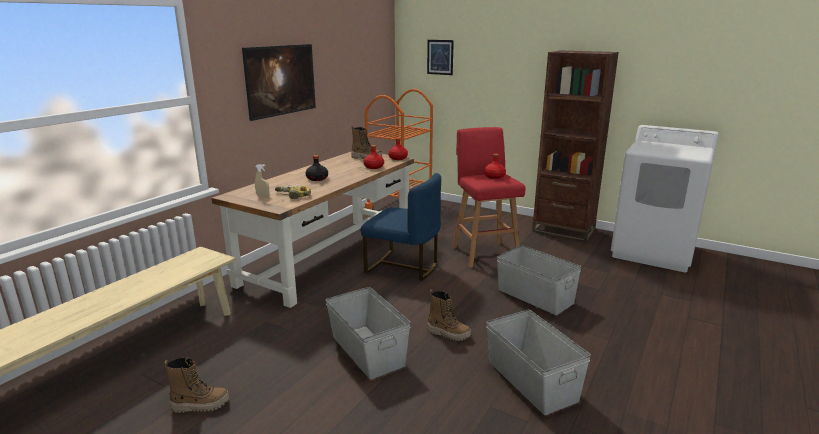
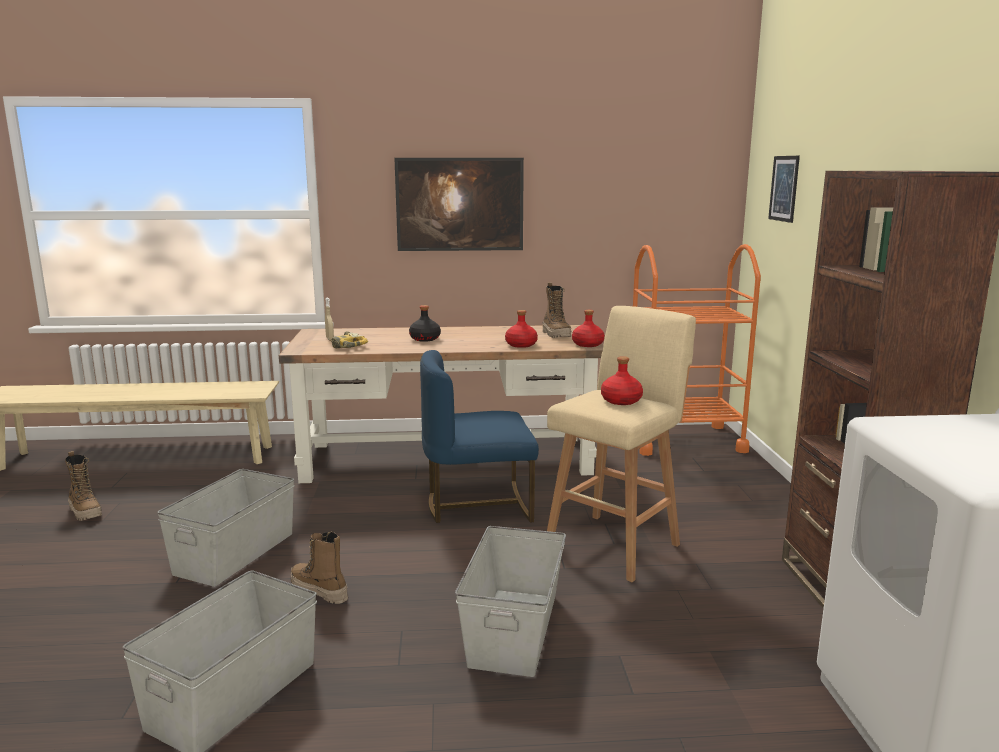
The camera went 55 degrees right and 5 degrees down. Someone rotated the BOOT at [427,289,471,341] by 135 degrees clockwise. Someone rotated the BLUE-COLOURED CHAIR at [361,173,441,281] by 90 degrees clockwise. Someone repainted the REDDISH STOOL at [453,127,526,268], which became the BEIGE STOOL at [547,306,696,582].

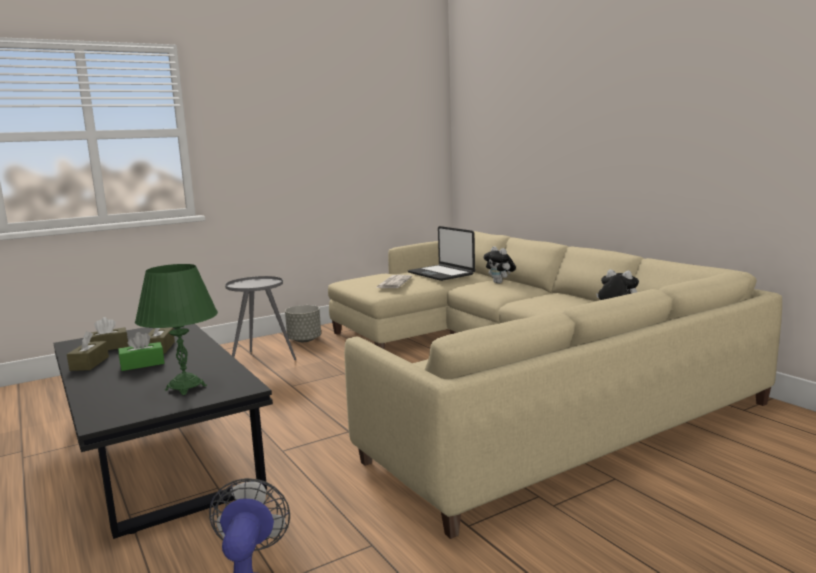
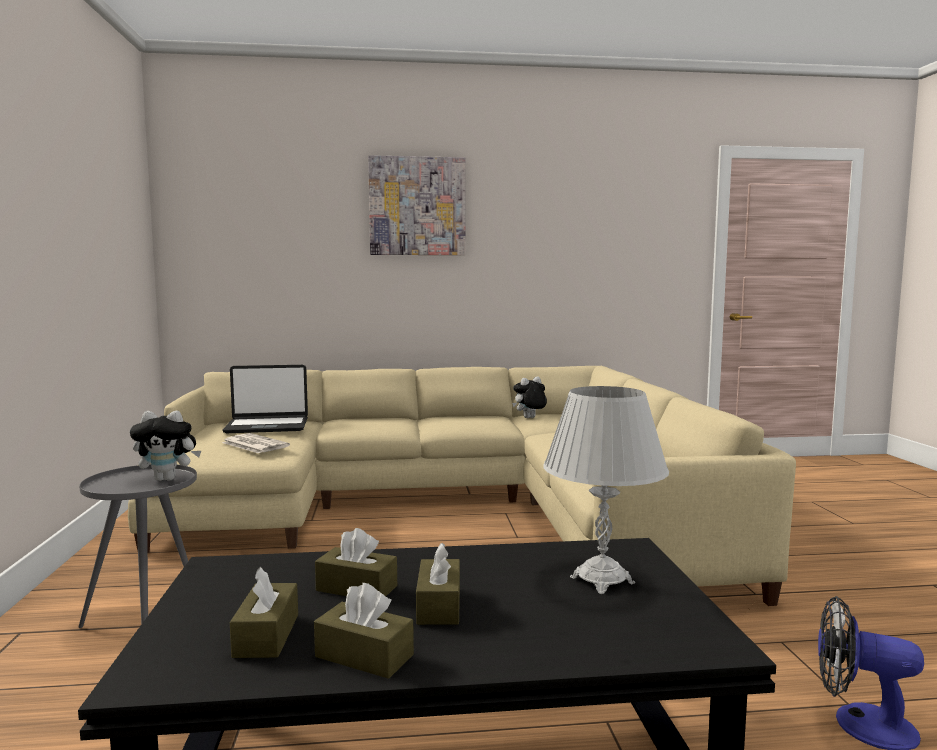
The camera went 65 degrees left and 5 degrees down. Someone carried the SOFT TOY from [484,246,516,284] to [130,411,201,481]. Someone put up the PICTURE at [368,155,466,255]. Someone repainted the GREENISH TISSUE BOX at [118,332,165,371], which became the BROWN-COLOURED TISSUE BOX at [416,543,460,625]. Someone repainted the GREENISH LAMP FOR A TABLE at [135,264,218,395], which became the WHITE-COLOURED LAMP FOR A TABLE at [543,386,669,594]. Someone took away the GREY FLOWER POT at [285,305,321,342].

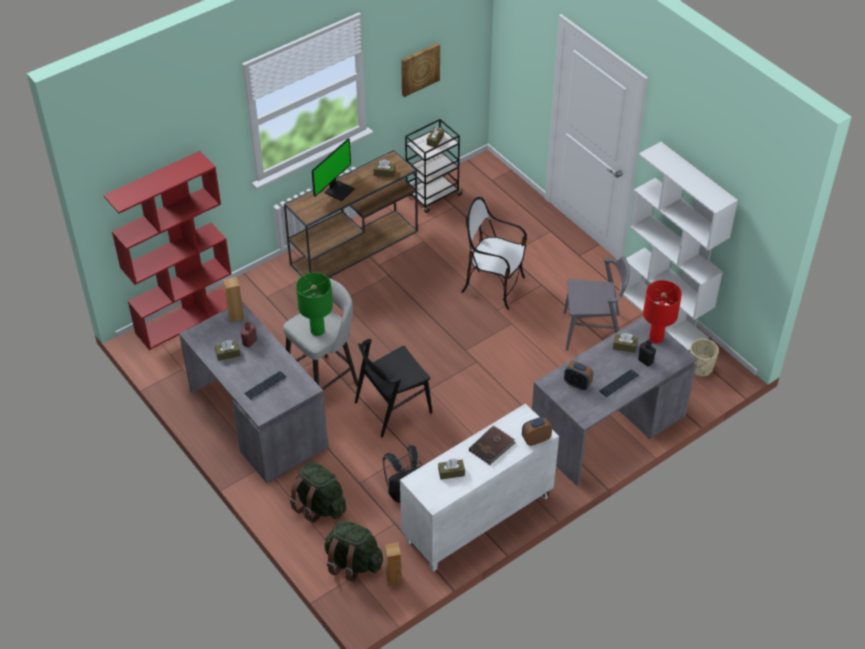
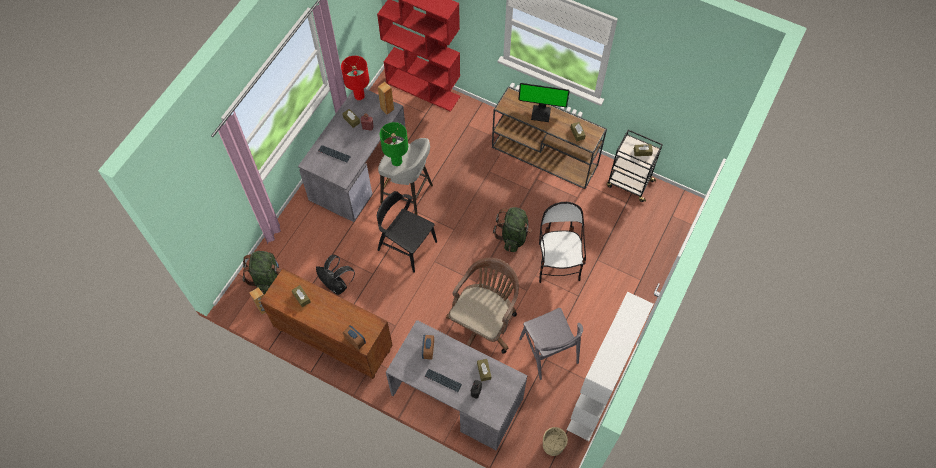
The camera went 65 degrees right and 15 degrees up. Someone repainted the WHITE-COLOURED CUPBOARD at [400,403,559,572], which became the BROWN-COLOURED CUPBOARD at [260,268,393,379]. Someone carried the REDDISH LAMP FOR A TABLE from [643,280,682,343] to [341,56,369,100]. Someone put down the BROWN-COLOURED COMPUTER CHAIR at [446,258,519,354]. Someone carried the GREENISH KNAPSACK from [289,462,346,523] to [493,207,532,252]. Someone took away the PICTURE at [401,43,440,97]. Someone took away the BROWN-COLOURED BOUND BOOK at [469,426,516,465].

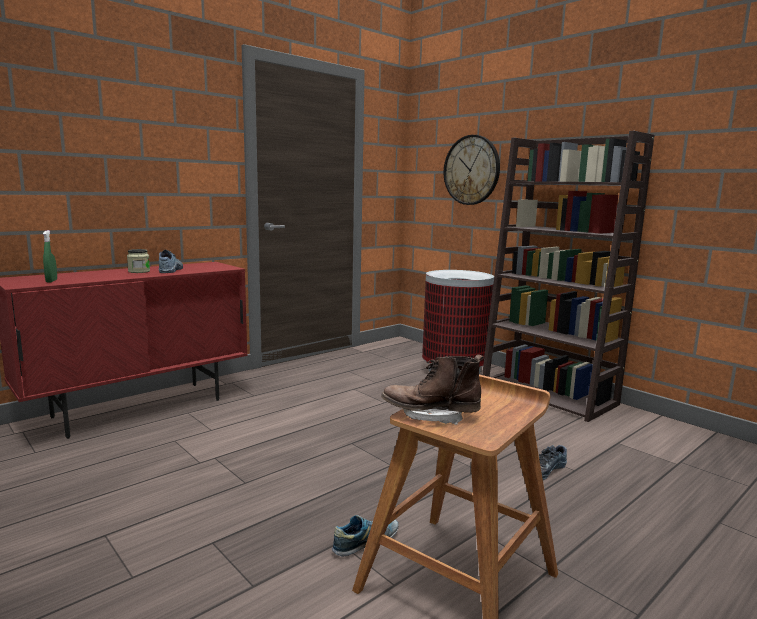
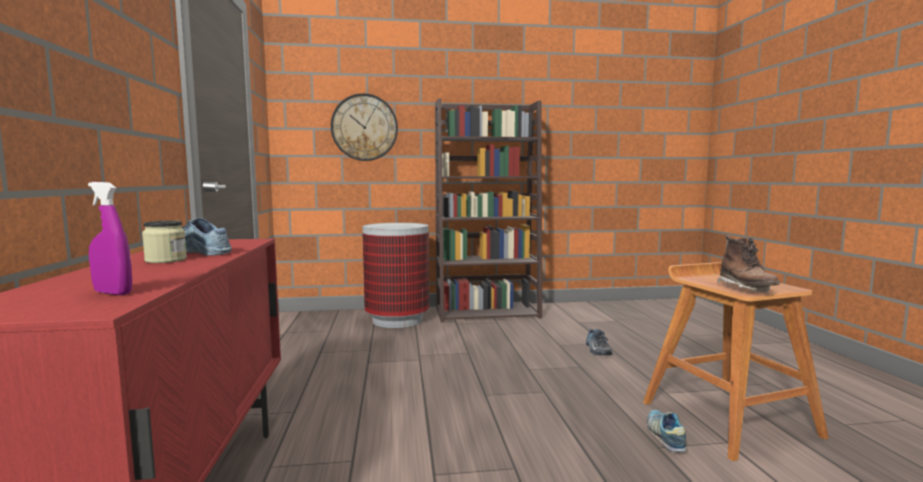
The camera went 55 degrees left and 5 degrees down. Someone repainted the GREENISH HAND SPRAYER at [43,230,57,283], which became the PURPLISH HAND SPRAYER at [88,182,132,295]. Someone rotated the BROWN-COLOURED BOOT at [381,354,484,425] by 45 degrees counterclockwise.

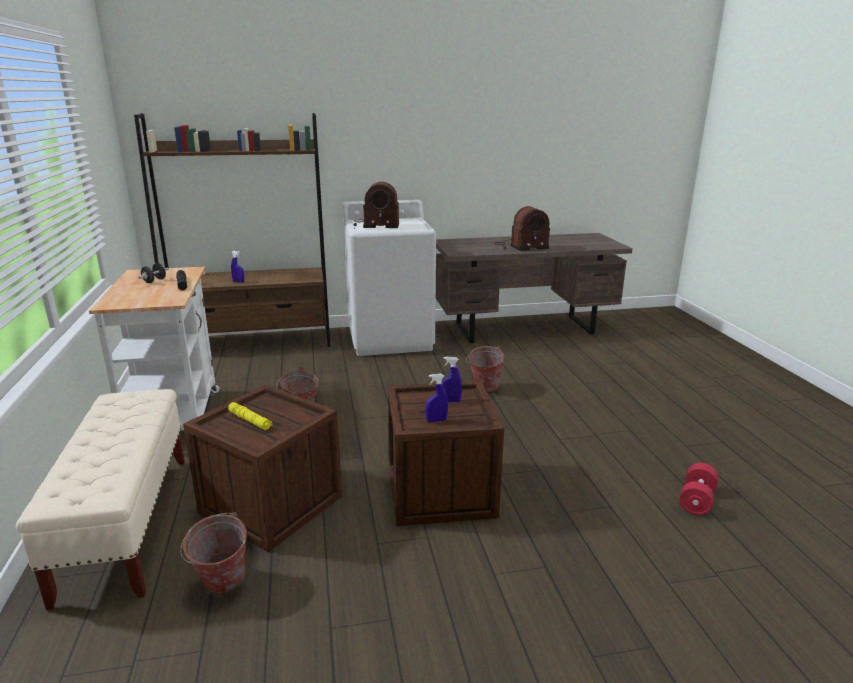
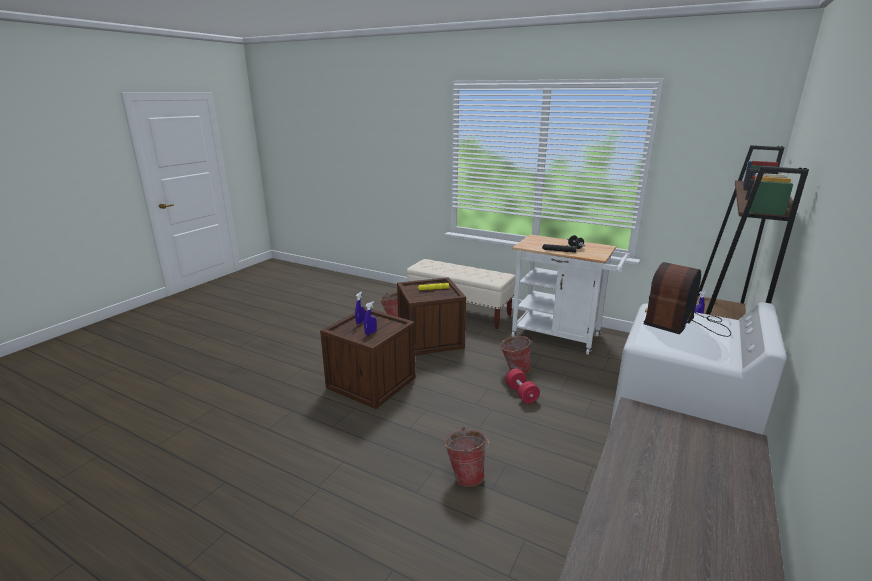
The camera went 130 degrees right and 0 degrees up. Someone carried the REDDISH DUMBBELL from [679,463,719,515] to [505,369,540,404]. Someone took away the RADIO at [496,206,550,251].

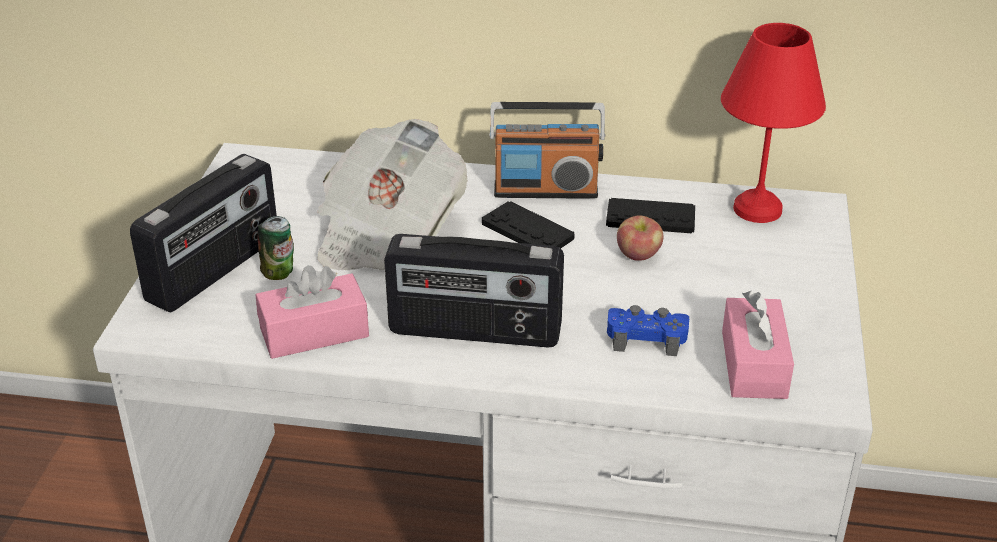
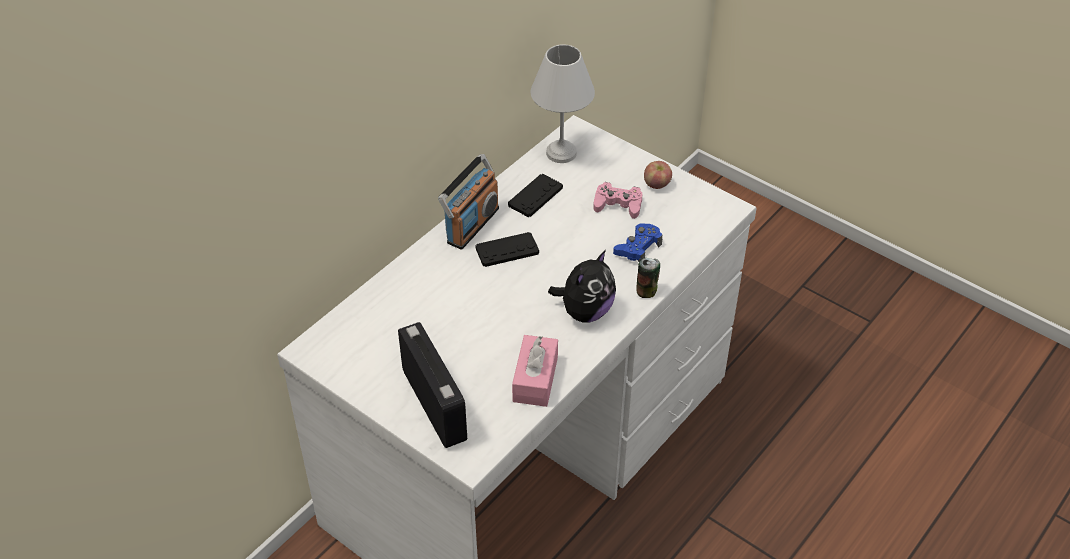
The camera went 60 degrees left and 10 degrees up. Someone repainted the REDDISH LAMP FOR A TABLE at [721,23,826,223], which became the WHITE-COLOURED LAMP FOR A TABLE at [530,44,595,163]. Someone swapped the RADIO at [384,234,564,347] for the SOFT TOY at [548,250,616,322]. Someone put down the PINKISH JOYPAD at [593,182,642,219]. Someone carried the METAL CAN from [258,216,294,280] to [636,258,660,298]. Someone carried the APPLE FRUIT from [617,215,663,261] to [644,161,672,189]. Someone took away the DAILY PAPER at [317,119,468,270]. Someone took away the PINKISH TISSUE BOX at [722,291,794,399].

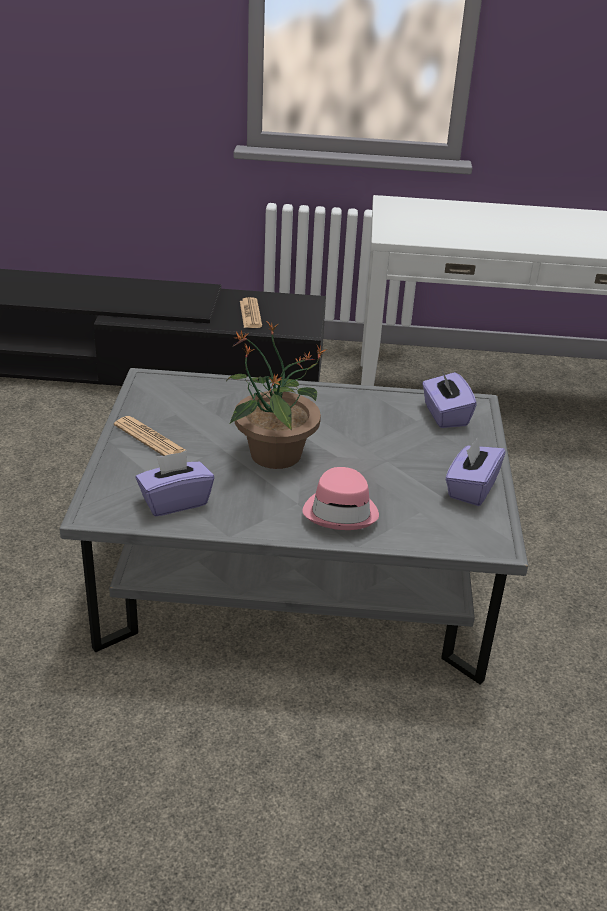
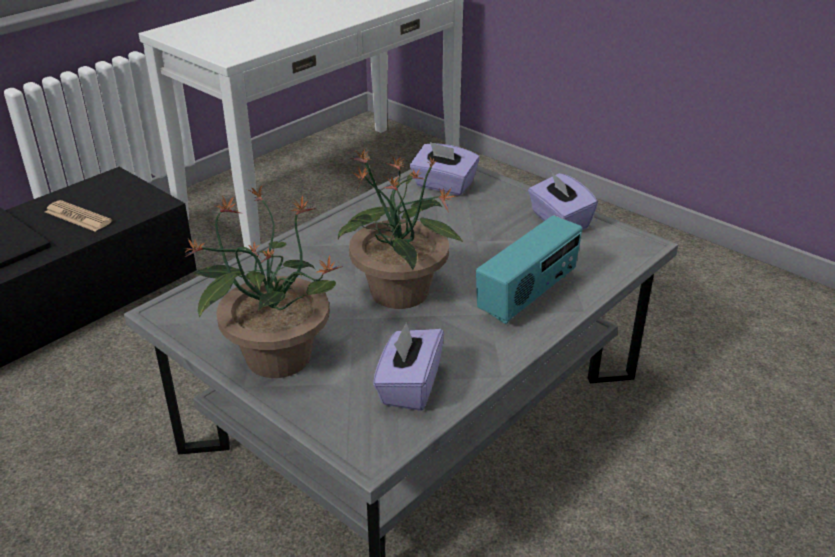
The camera went 50 degrees left and 0 degrees up. Someone swapped the DAILY PAPER at [114,416,185,456] for the HOUSEPLANT at [185,185,343,378]. Someone swapped the PINKISH HAT at [302,467,379,530] for the RADIO at [476,216,582,324].

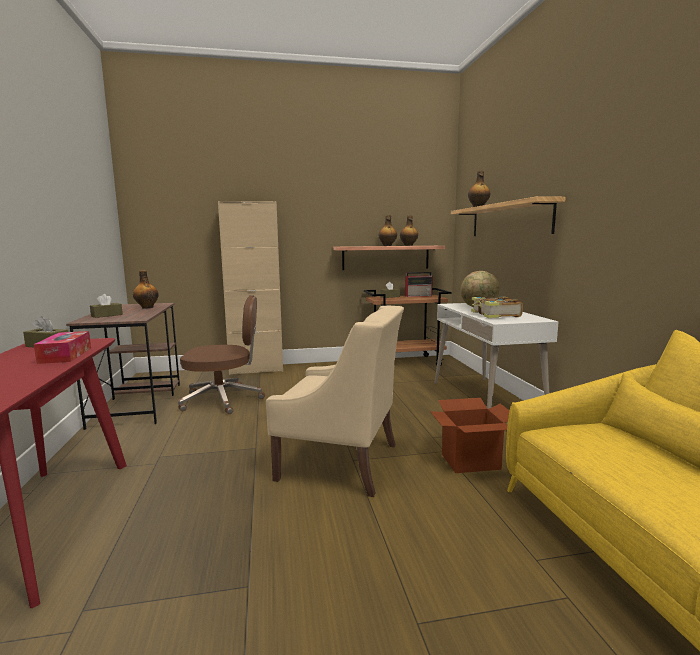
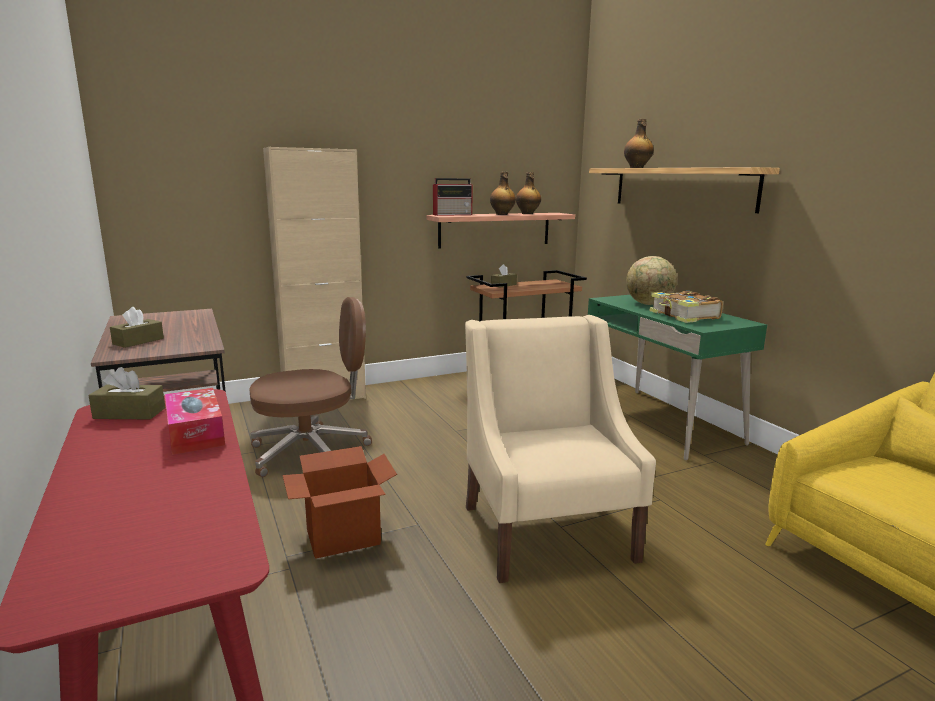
The camera went 15 degrees left and 5 degrees up. Someone carried the CARDBOARD BOX from [430,398,510,473] to [283,446,397,559]. Someone carried the RADIO from [405,272,433,297] to [433,178,473,216]. Someone rotated the BEIGE EASY CHAIR at [266,306,404,497] by 105 degrees counterclockwise. Someone repainted the WHITE-COLOURED DESK TABLE at [434,303,559,409], which became the GREENISH DESK TABLE at [588,295,767,460]. Someone took away the DRINK BOTTLE at [133,270,159,309].

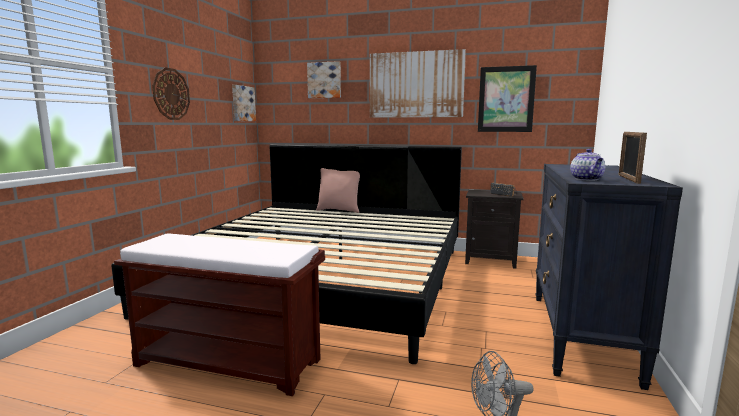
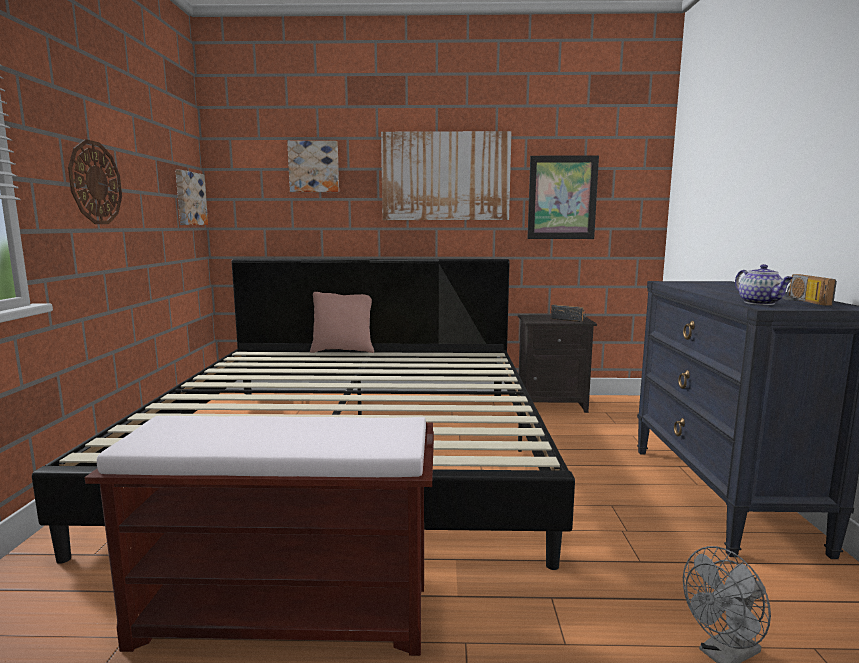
The camera went 15 degrees left and 0 degrees up. Someone swapped the STANDING FRAME at [619,132,647,184] for the RADIO at [783,274,837,306].

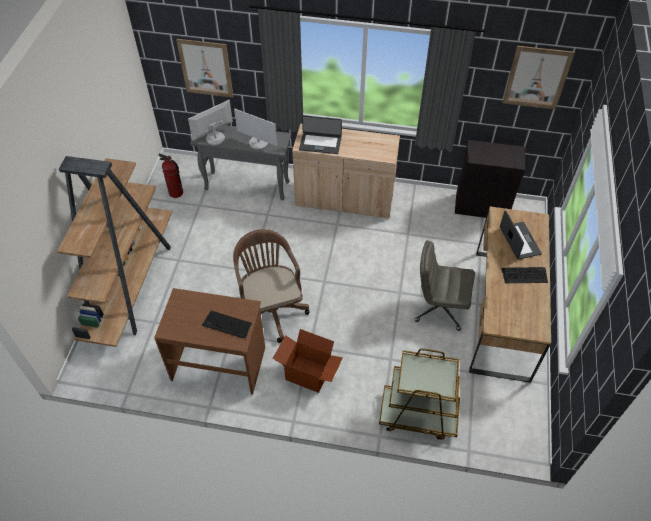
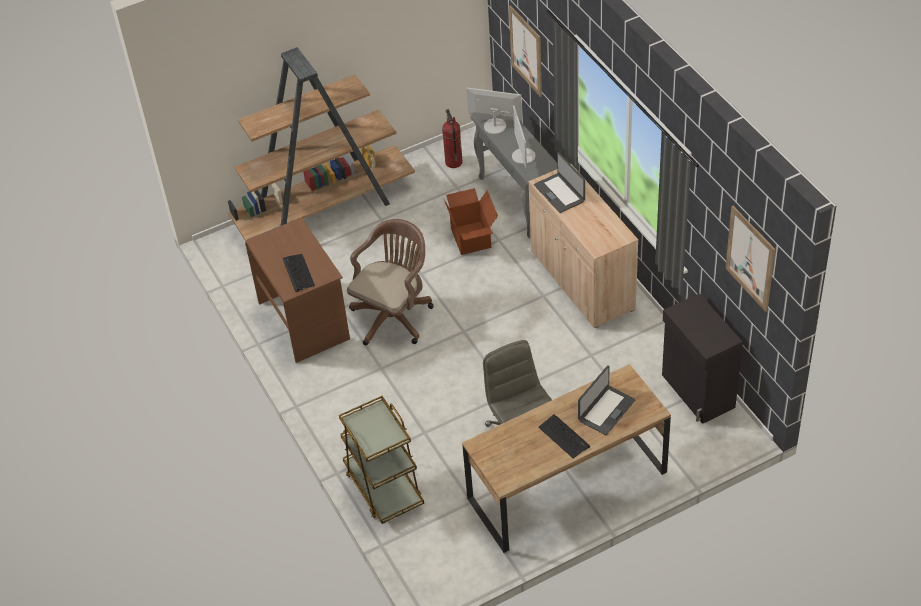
The camera went 55 degrees right and 5 degrees down. Someone carried the CARDBOARD BOX from [273,329,343,393] to [444,188,498,255].

